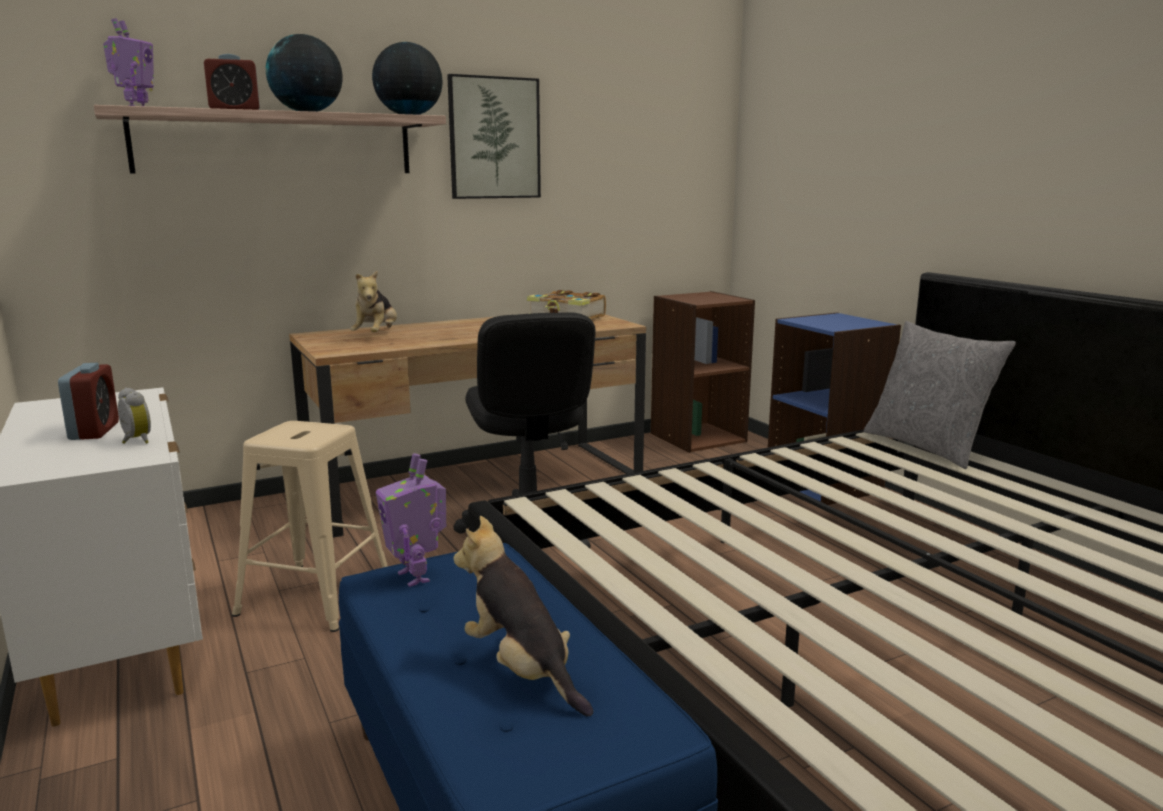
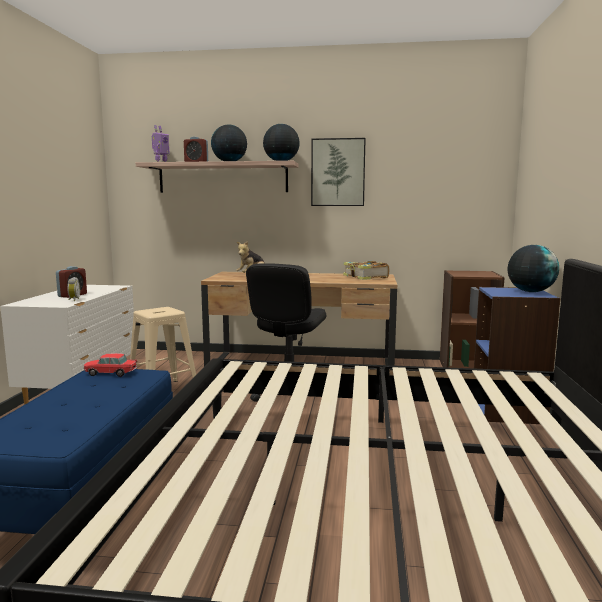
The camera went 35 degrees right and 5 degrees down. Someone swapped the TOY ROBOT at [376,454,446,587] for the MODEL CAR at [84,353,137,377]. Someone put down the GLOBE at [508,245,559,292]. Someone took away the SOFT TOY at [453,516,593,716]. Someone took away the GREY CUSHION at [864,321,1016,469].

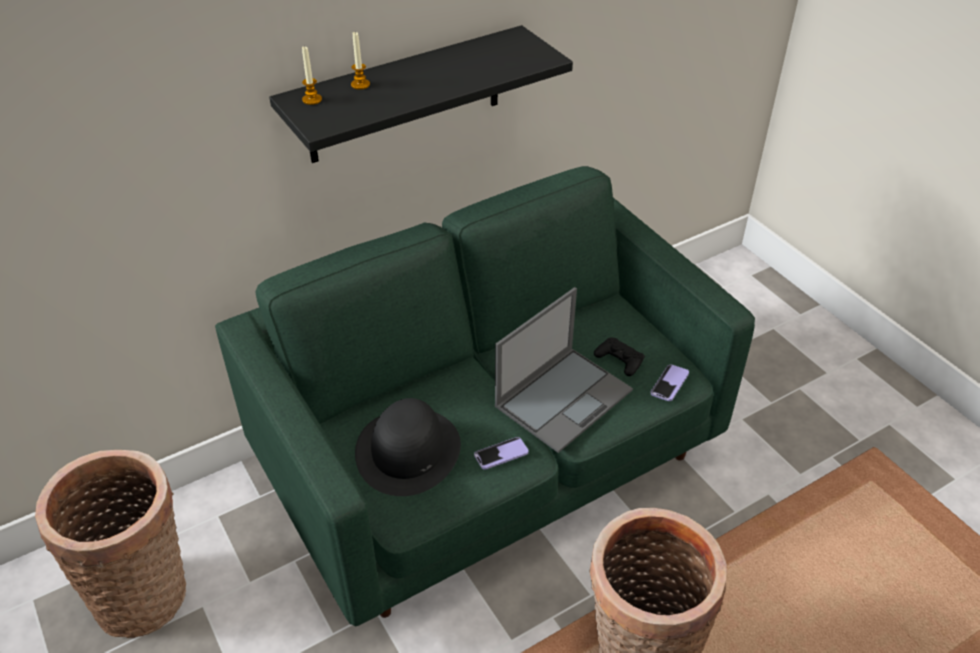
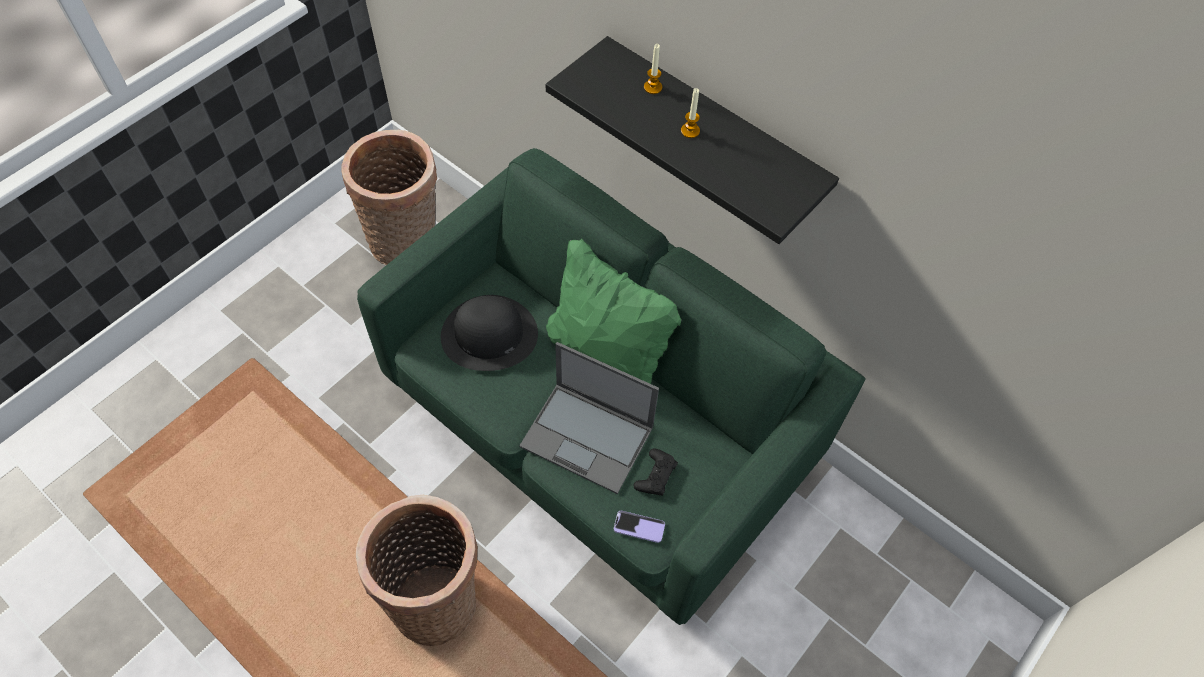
The camera went 70 degrees right and 15 degrees up. Someone put down the GREENISH CUSHION at [546,239,681,384]. Someone carried the WAX LIGHT from [302,46,322,105] to [681,88,700,138]. Someone took away the HANDSET at [474,437,529,470].

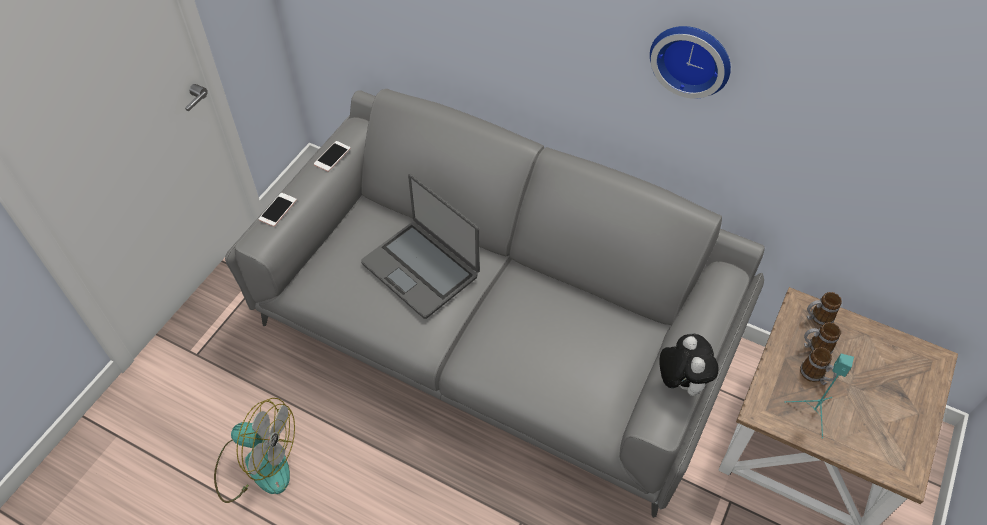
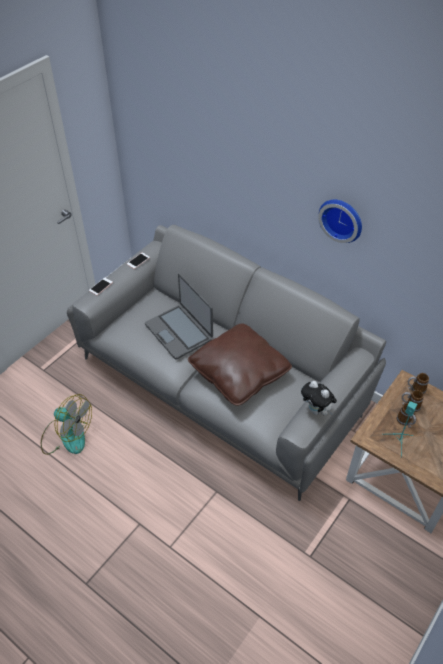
The camera went 10 degrees right and 5 degrees down. Someone put down the BROWN-COLOURED CUSHION at [188,324,292,406]. Someone rotated the SOFT TOY at [659,334,719,396] by 135 degrees clockwise.

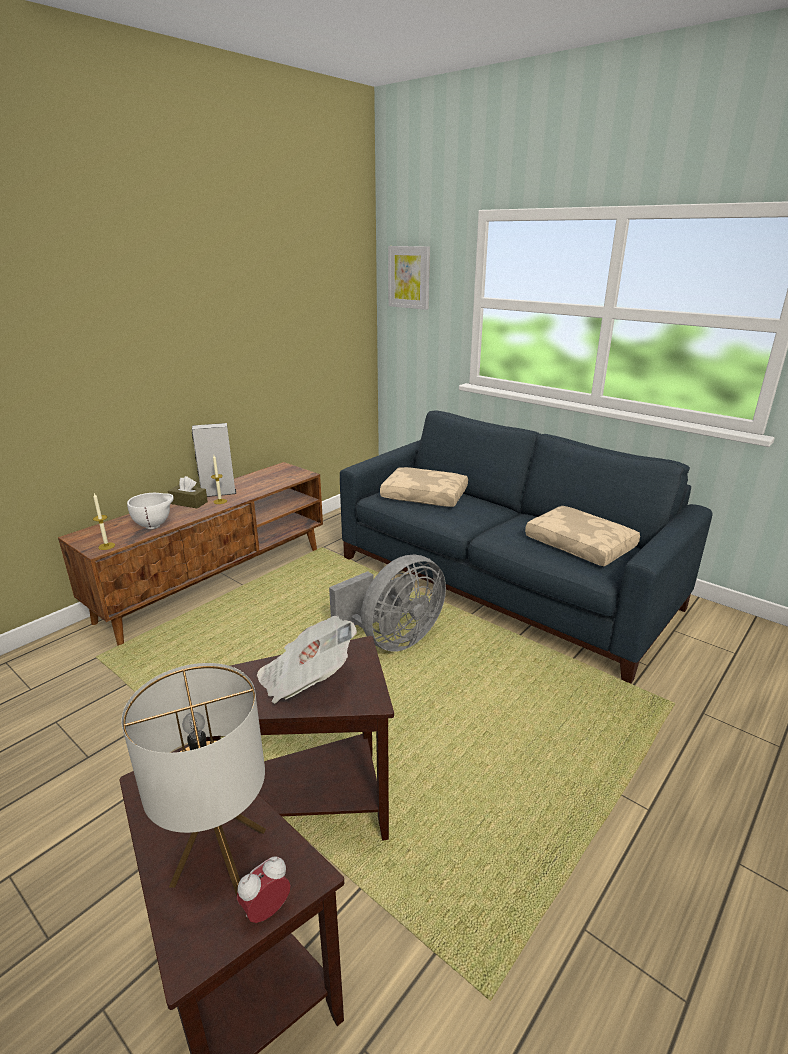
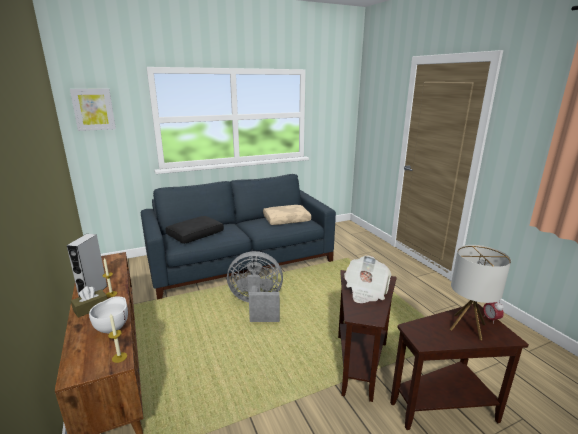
The camera went 65 degrees left and 5 degrees down. Someone repainted the BEIGE CUSHION at [380,467,468,507], which became the BLACK-COLOURED CUSHION at [165,216,224,244]. Someone rotated the GREY ELECTRIC FAN at [329,555,446,652] by 75 degrees counterclockwise.

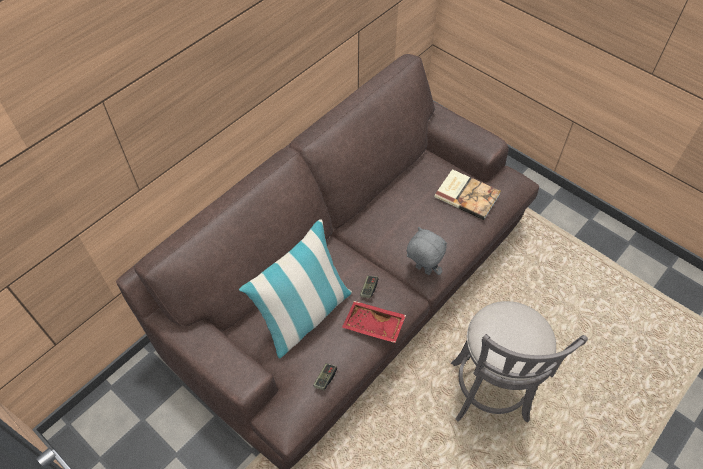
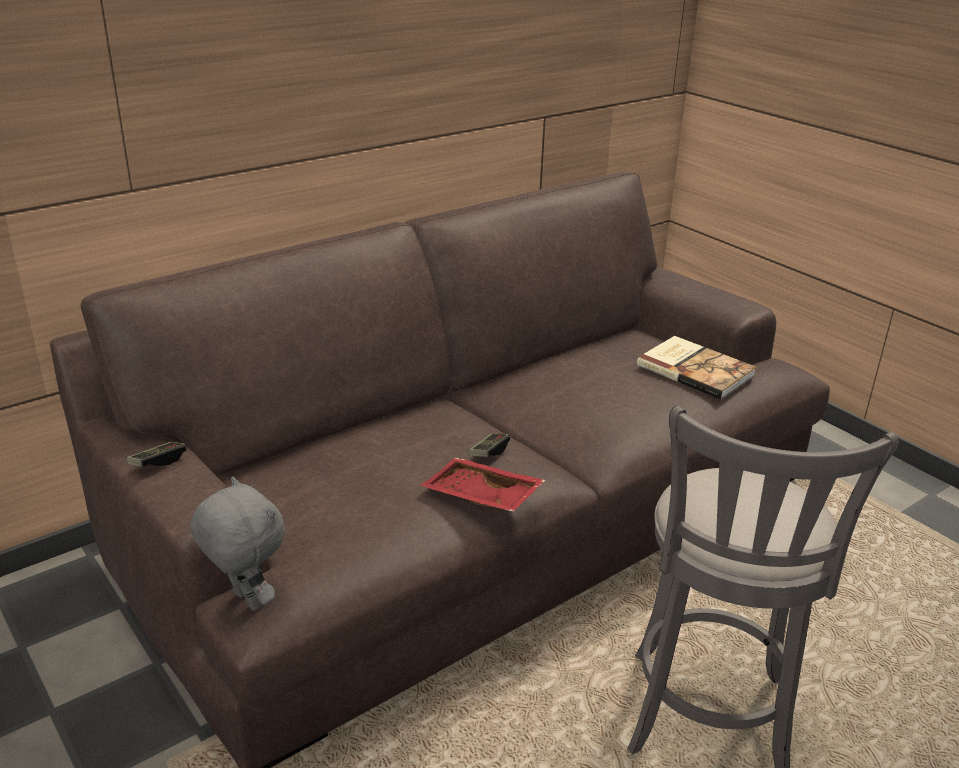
The camera went 10 degrees right and 25 degrees down. Someone carried the JOYPAD from [313,363,337,390] to [127,441,186,467]. Someone carried the GREY SOFT TOY from [407,227,447,275] to [191,476,285,611]. Someone took away the CUSHION at [239,219,352,359].

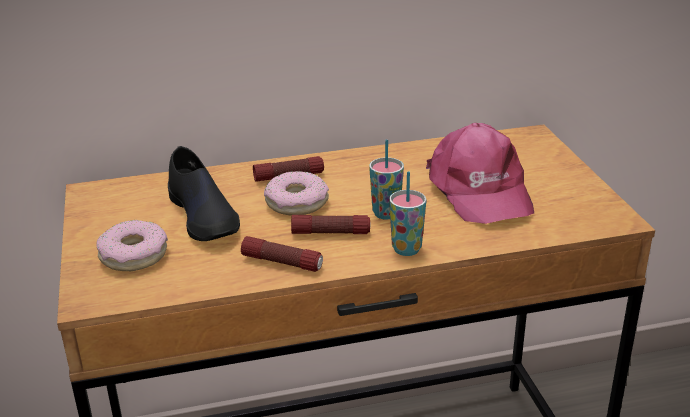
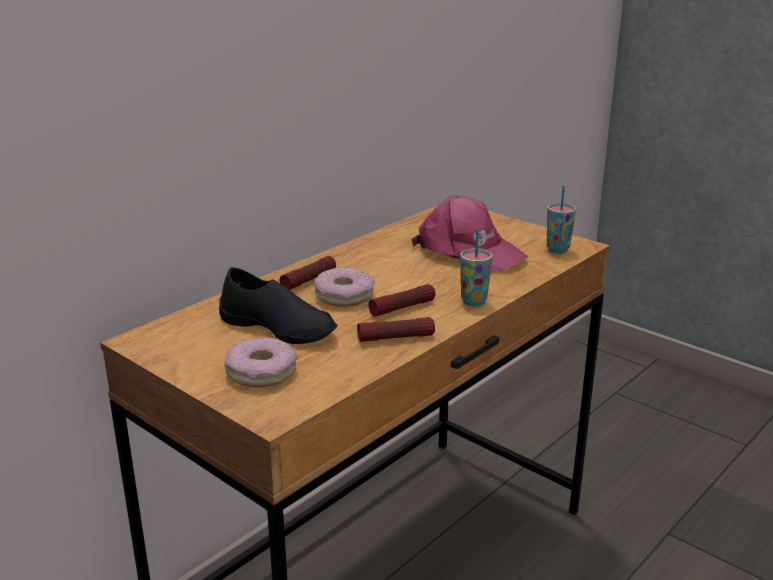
The camera went 35 degrees left and 5 degrees down. Someone carried the CUP from [369,139,404,220] to [547,186,576,254].

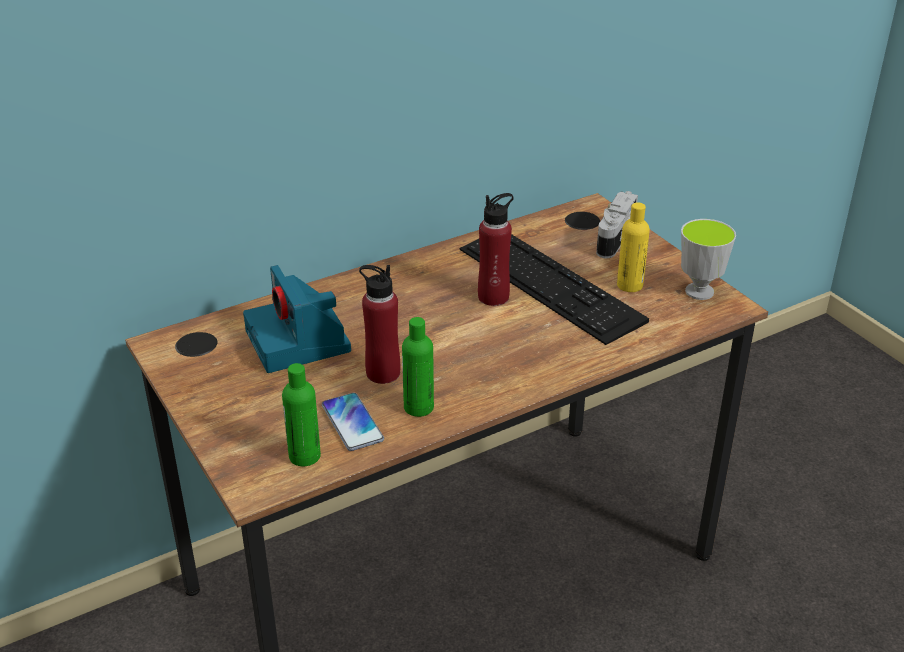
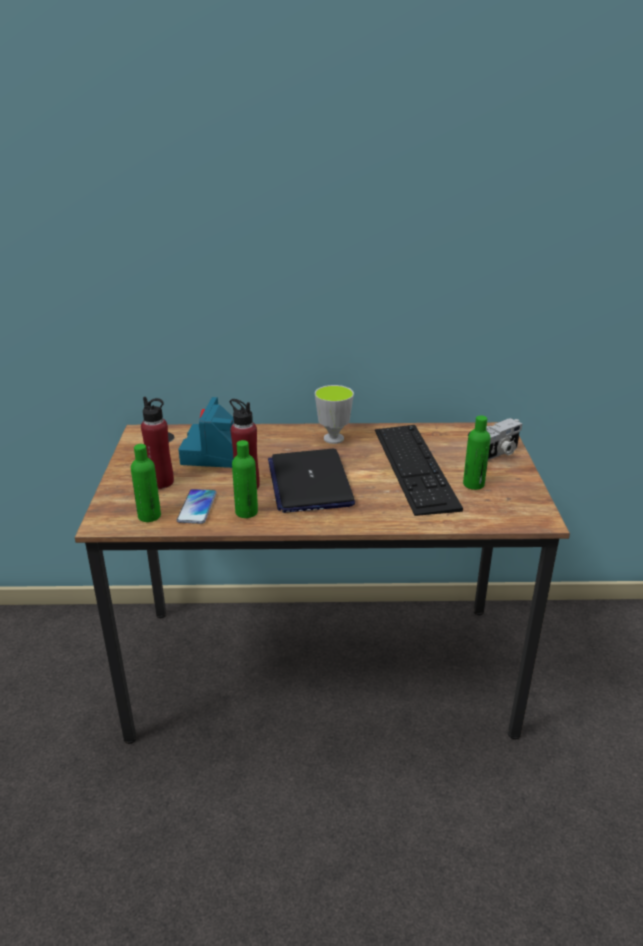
The camera went 30 degrees right and 5 degrees down. Someone carried the REDDISH DRINK BOTTLE from [478,193,514,306] to [141,397,174,489]. Someone put down the PORTABLE COMPUTER at [268,449,355,513]. Someone carried the CUP from [681,219,736,300] to [315,385,354,444]. Someone repainted the YELLOW DRINK BOTTLE at [617,202,650,292], which became the GREENISH DRINK BOTTLE at [463,416,491,490].

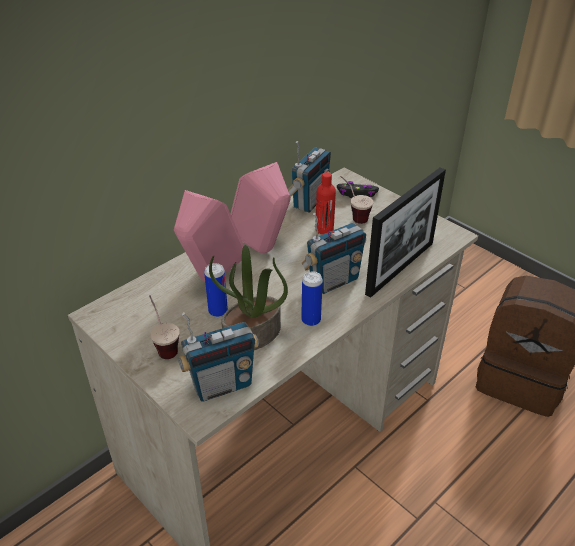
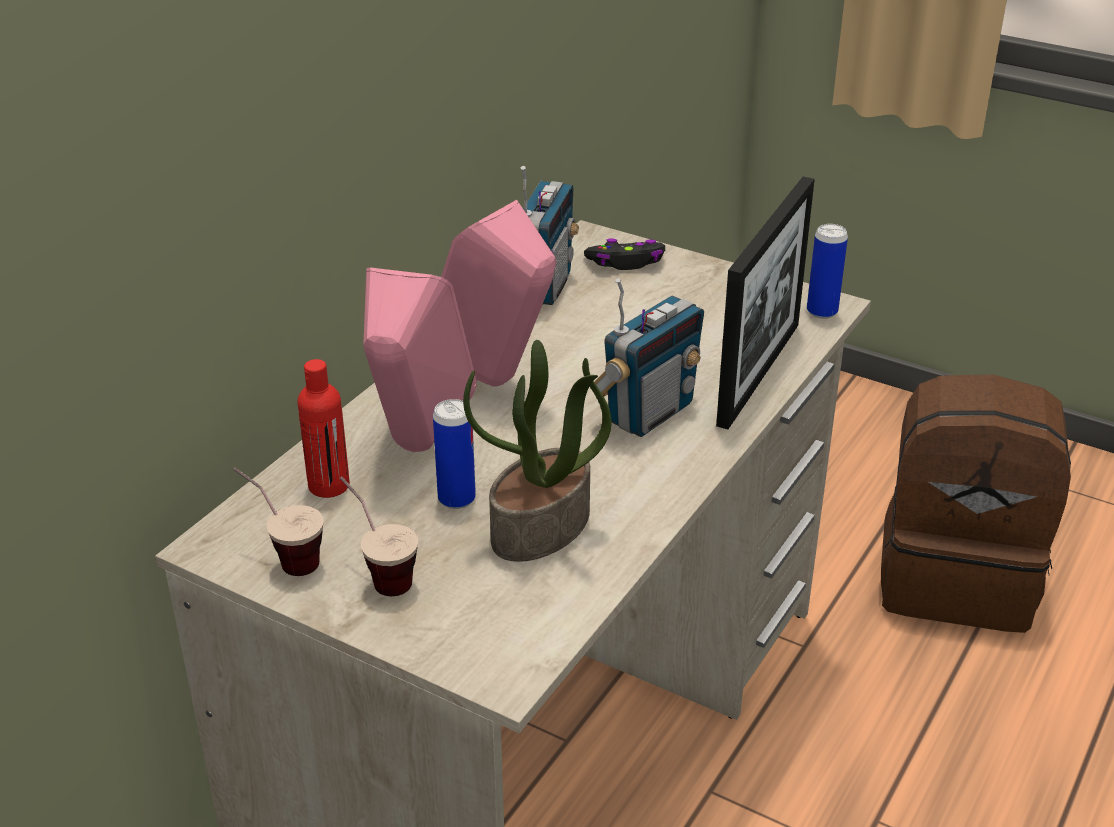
The camera went 15 degrees left and 5 degrees down. Someone carried the CUP from [340,176,373,224] to [233,467,324,576]. Someone carried the REDDISH DRINK BOTTLE from [315,172,336,235] to [297,359,350,498]. Someone carried the METAL CAN from [301,271,323,326] to [807,224,848,319]. Someone took away the RADIO at [178,312,259,402].

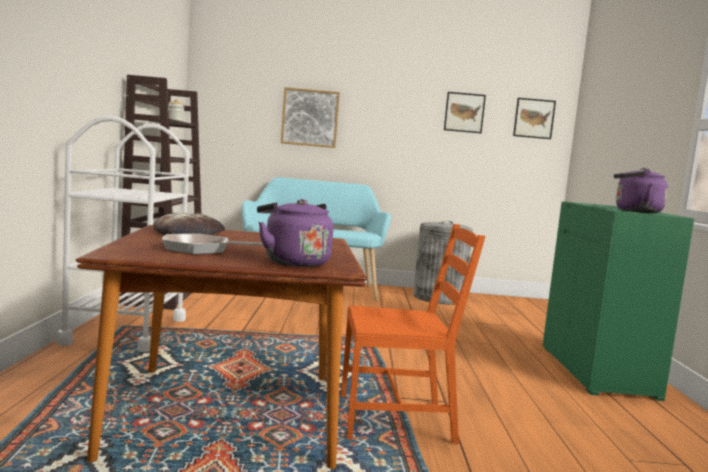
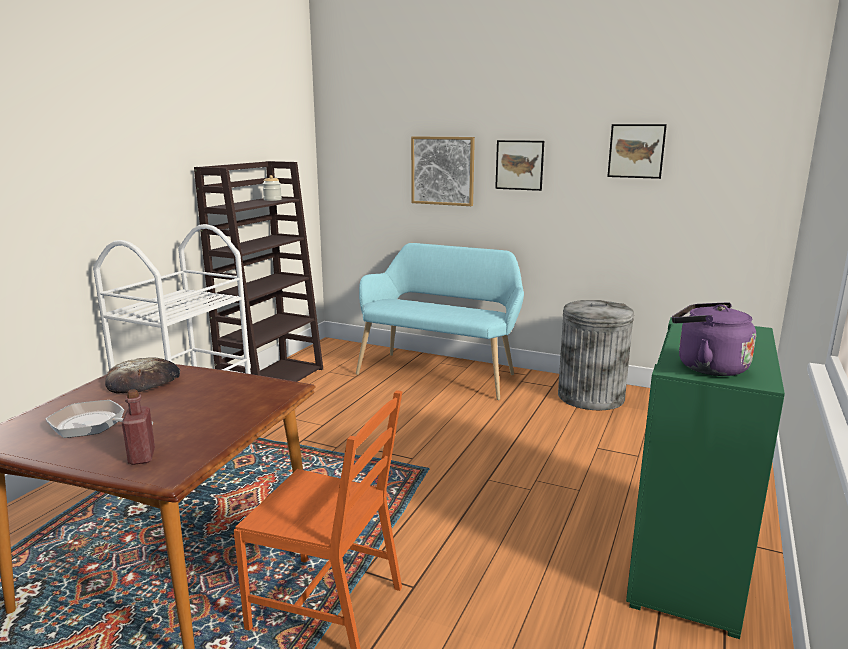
The camera went 25 degrees right and 10 degrees up. Someone swapped the PURPLISH WATER KETTLE at [257,199,333,267] for the REDDISH DRINK BOTTLE at [122,389,155,465]. Someone carried the PICTURE from [513,98,556,139] to [495,140,544,191].

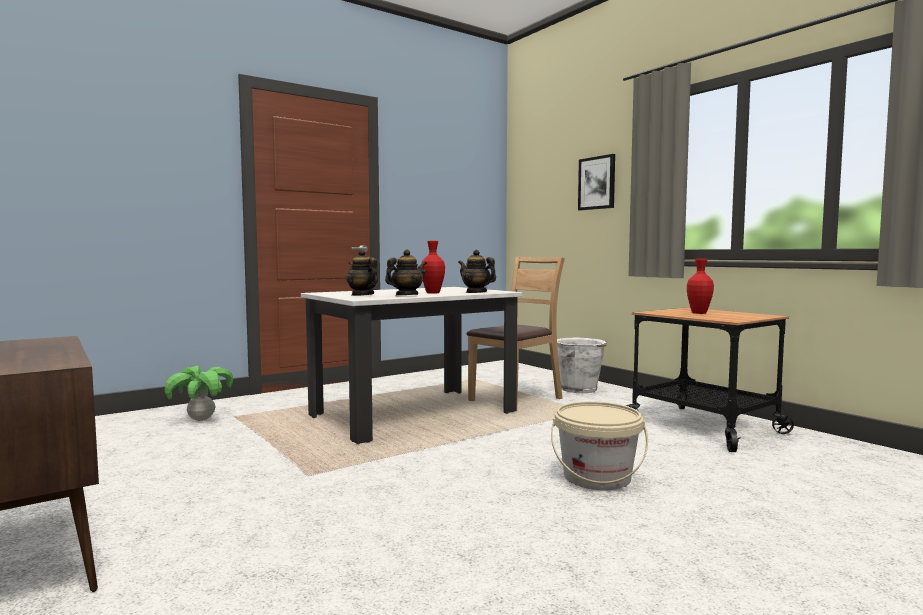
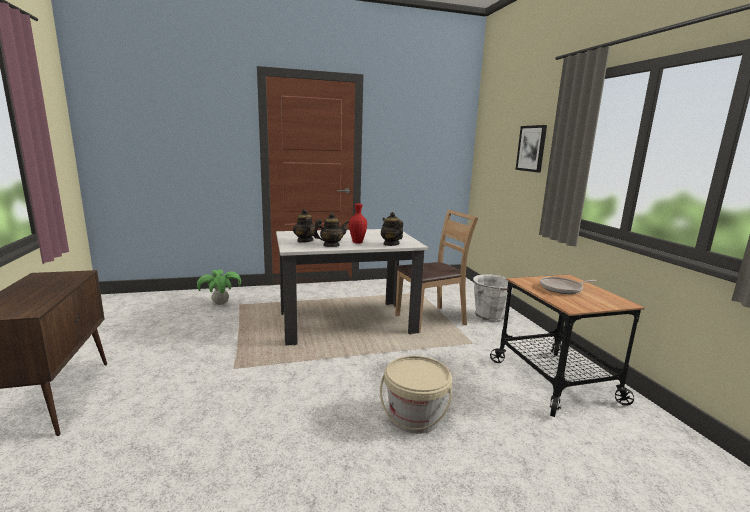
The camera went 20 degrees right and 10 degrees up. Someone swapped the REDDISH DECORATIVE VASE at [687,259,714,314] for the SKILLET at [540,277,597,294].

